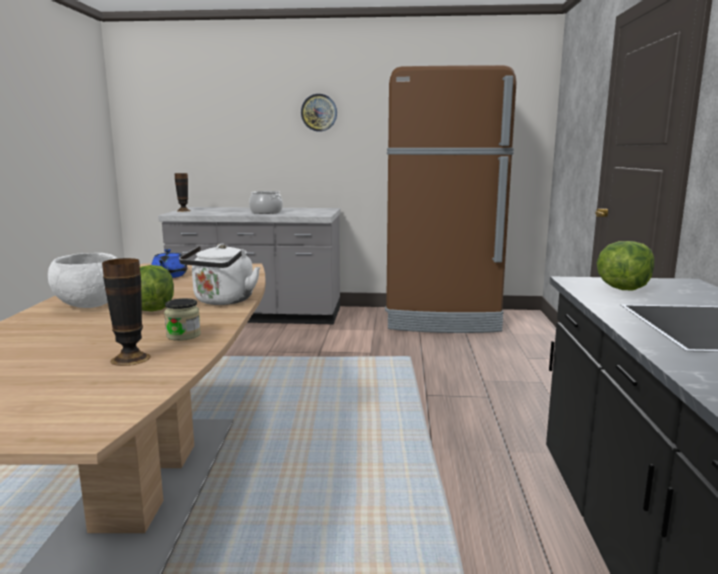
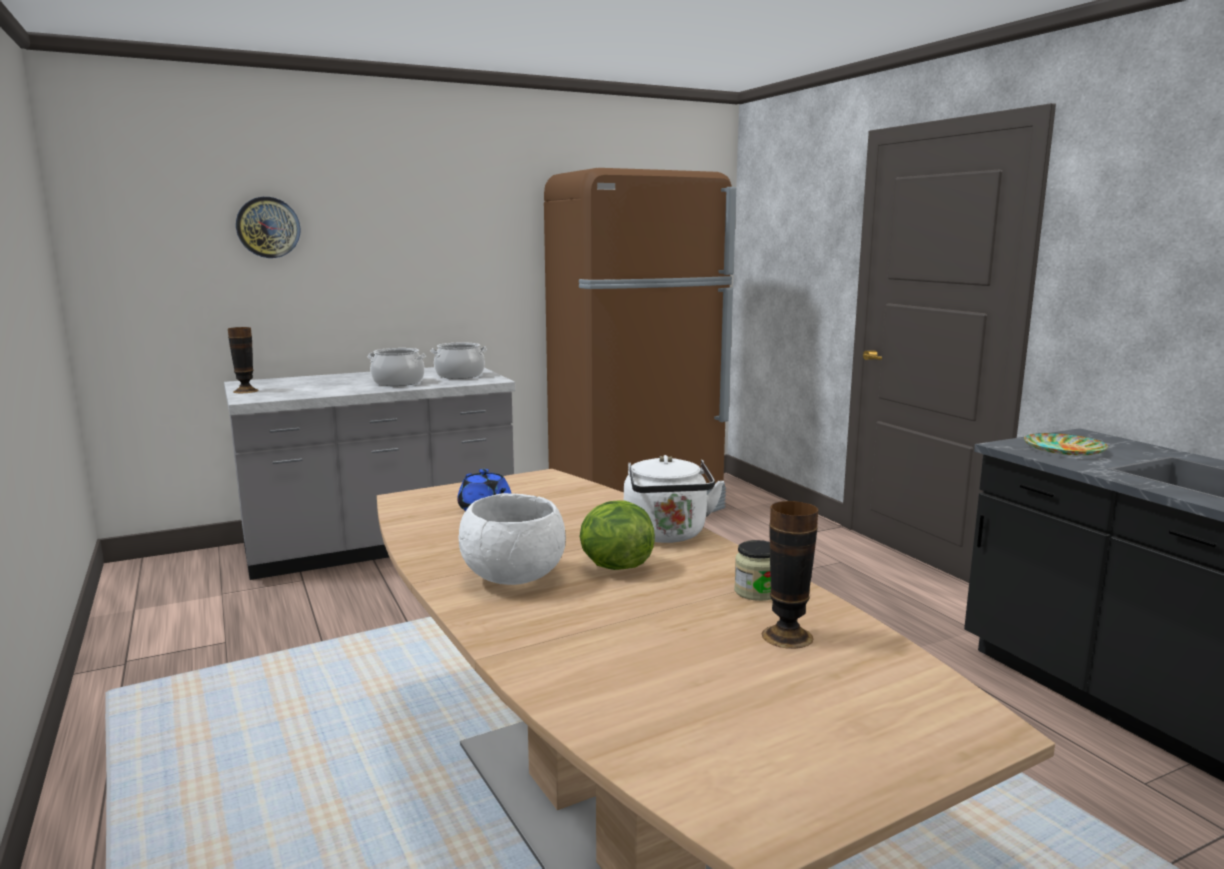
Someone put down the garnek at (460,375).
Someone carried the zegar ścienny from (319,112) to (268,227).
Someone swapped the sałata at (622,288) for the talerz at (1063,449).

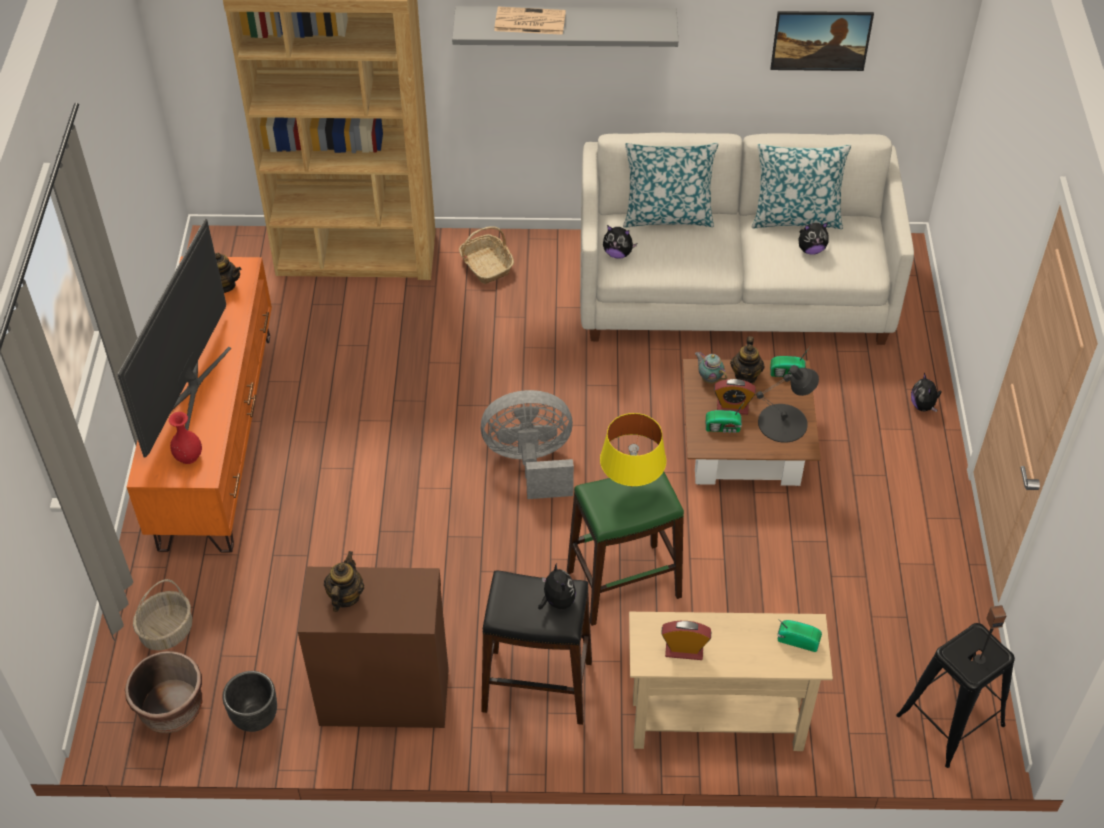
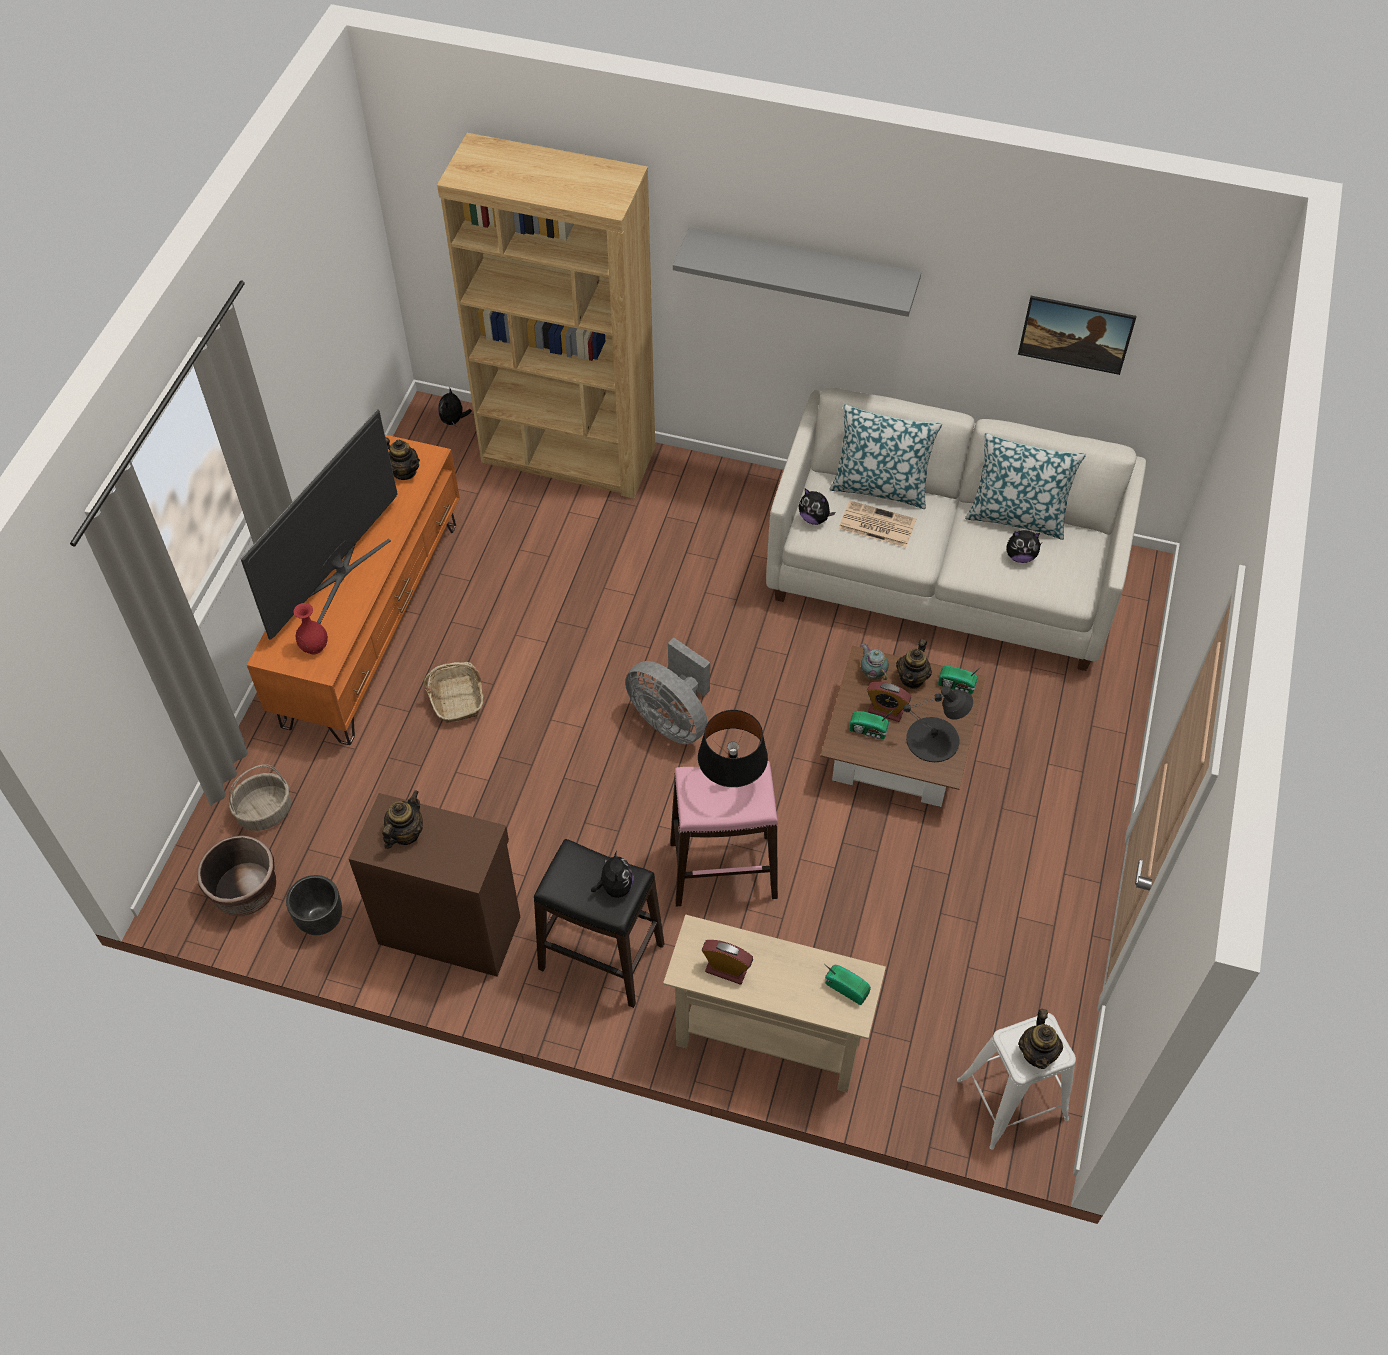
Someone carried the koszyk from (486,265) to (457,698).
Someone carried the gazeta from (529,22) to (876,525).
Someone carried the pluszak from (923,406) to (454,420).
Someone swapped the głośnik at (980,659) for the imbryk at (1037,1053).
Someone repainted the stołek (zielony) at (623,584), which became the stołek (różowy) at (722,870).
Someone repainted the lampa stołowa (żółty) at (631,486), which became the lampa stołowa (czarny) at (731,781).
Someone repainted the stołek (czarny) at (951,720), which became the stołek (biały) at (1013,1099).
Someone rotated the wentylator (szary) at (531,463) by 150 degrees counterclockwise.

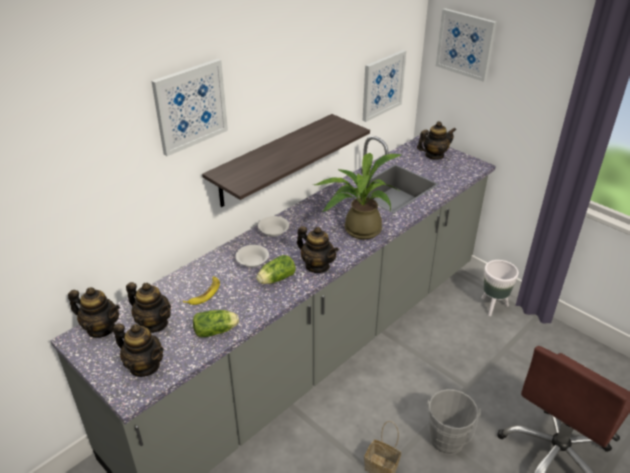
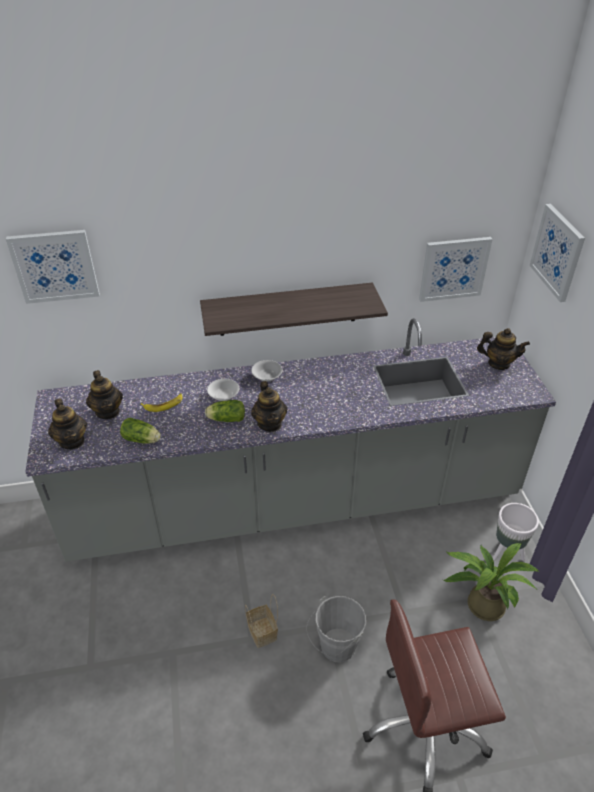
Someone took away the imbryk at (101,328).
Someone carried the obraz from (190,106) to (55,266).
Someone carried the roślina doniczkowa from (357,229) to (481,602).

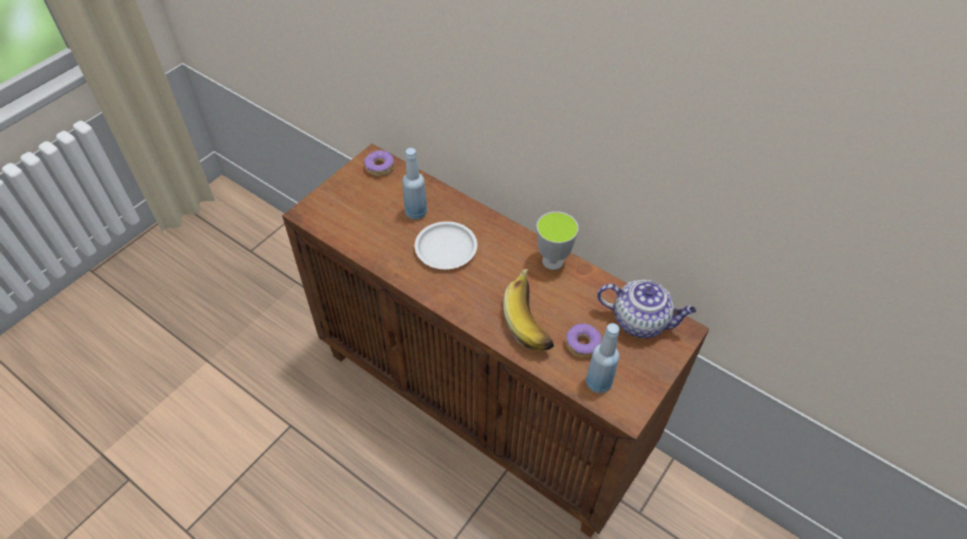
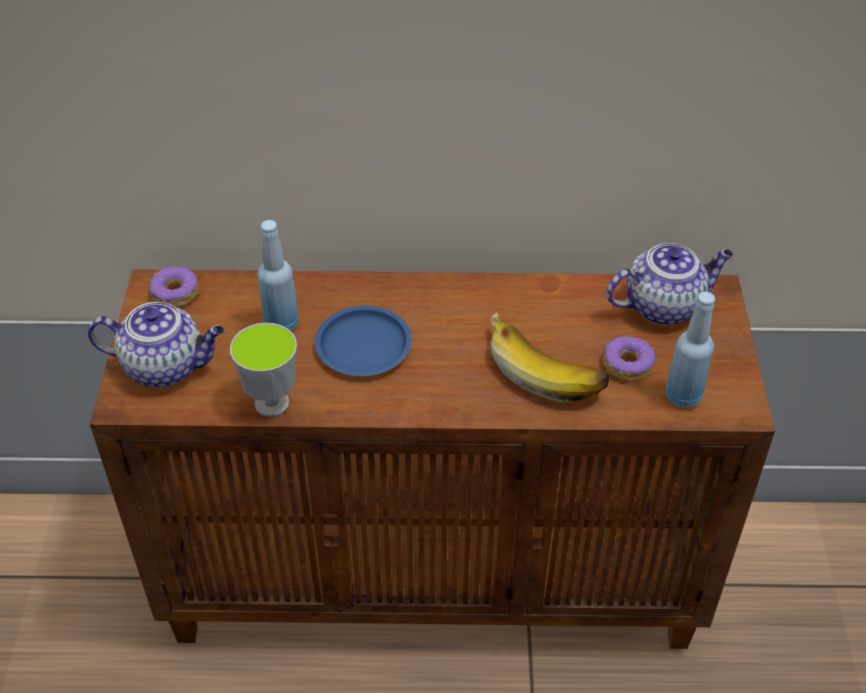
Someone put down the imbryk at (166,367).
Someone carried the filiżanka from (552,261) to (272,403).
Someone repainted the talerz (biały) at (446,248), which became the talerz (niebieski) at (364,346).

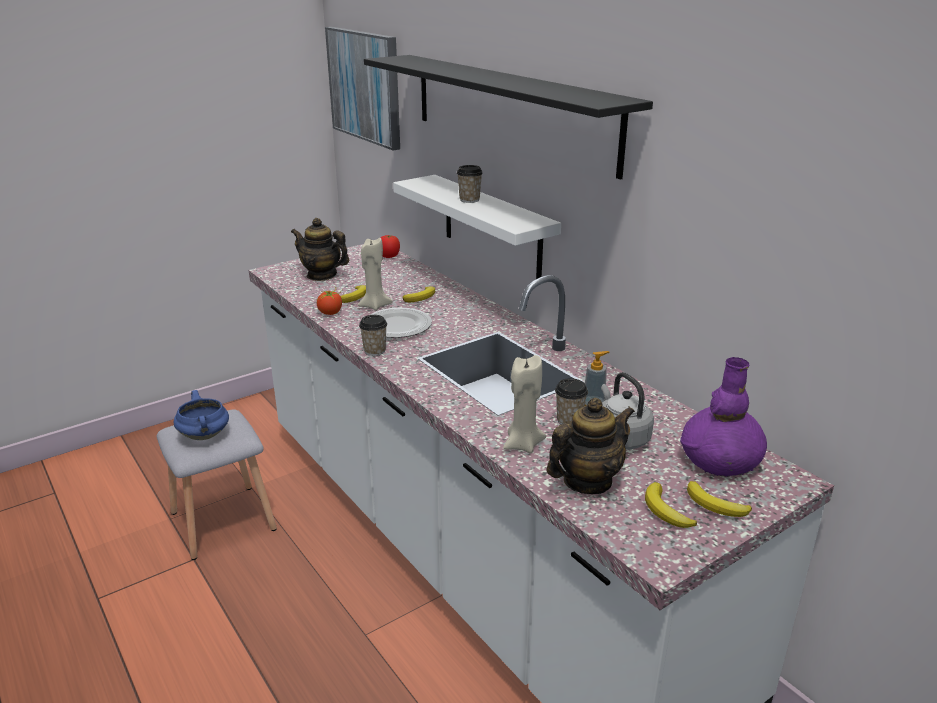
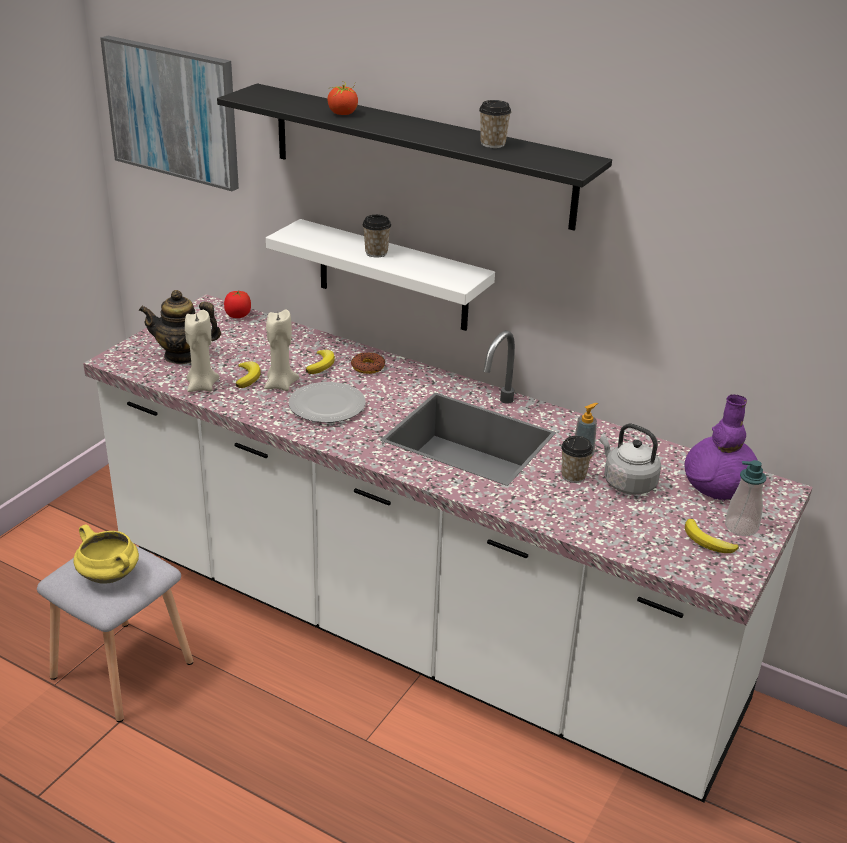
Someone took away the imbryk at (587,481).
Someone put down the donut at (368,367).
Someone carried the pomidor from (330,312) to (342,113).
Someone carried the filiżanka from (374,351) to (493,144).
Someone carried the świeca (beżowy) from (522,444) to (201,386).
Someone swapped the banan at (716,505) for the dozownik mydła at (741,527).
Someone repainted the garnek (niebieski) at (205,436), which became the garnek (żółty) at (110,576).

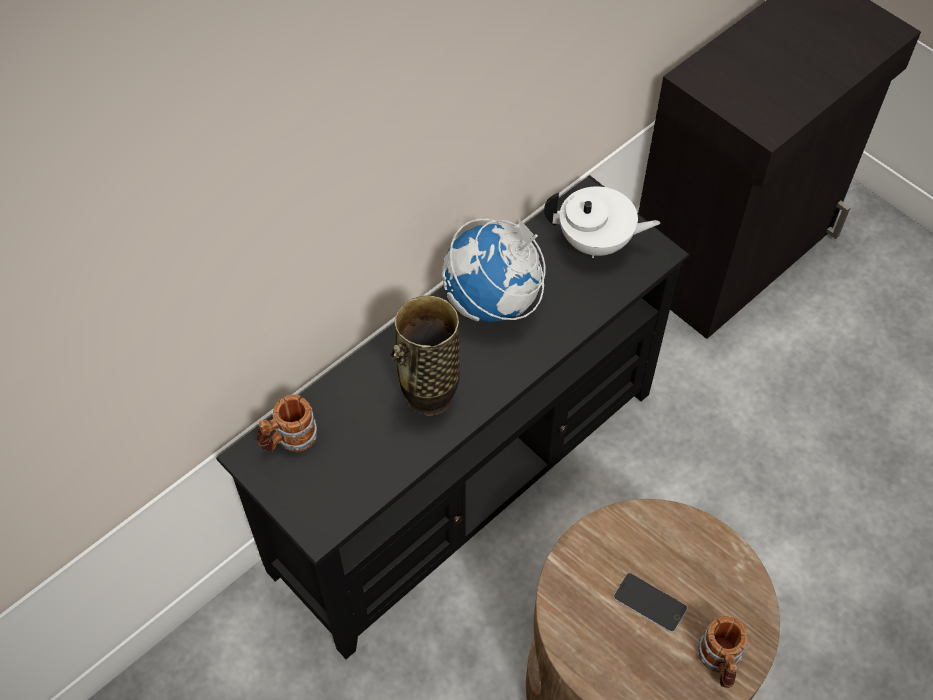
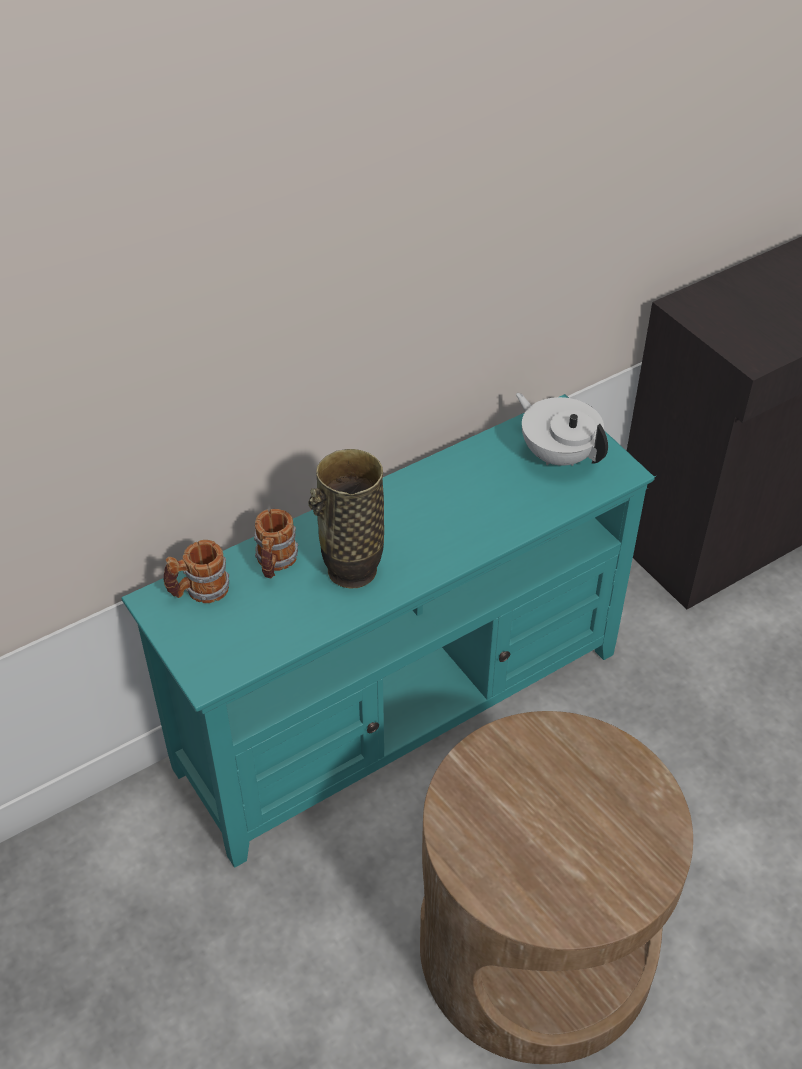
Someone took away the globus at (493,302).
Someone took away the telefon at (650,602).
Someone carried the kubek from (719,662) to (275,563).
Someone repainted the szafka pod telewizor (czarny) at (465,479), which became the szafka pod telewizor (turkusowy) at (399,709).
Someone rotated the imbryk (biały) at (596,242) by 150 degrees counterclockwise.

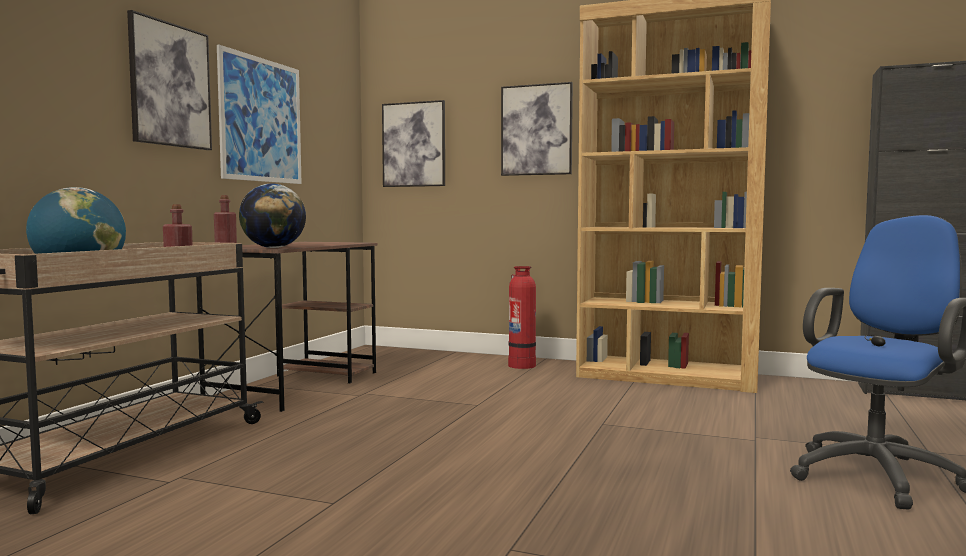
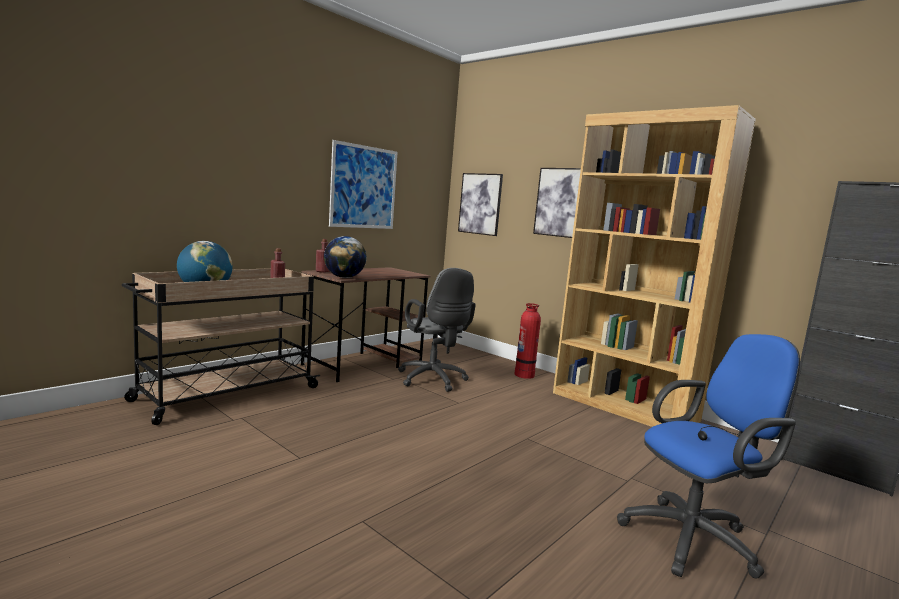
Someone took away the obraz at (170,85).
Someone put down the krzesło biurowe (szary) at (433,380).

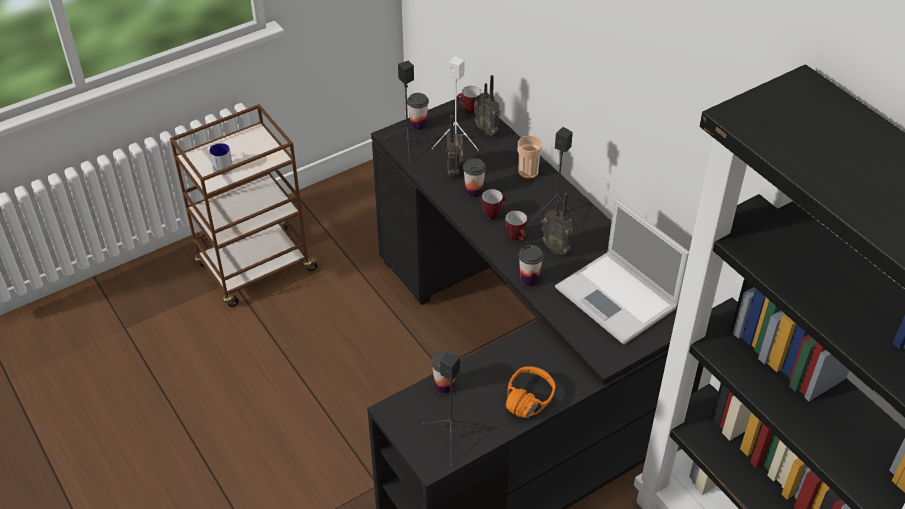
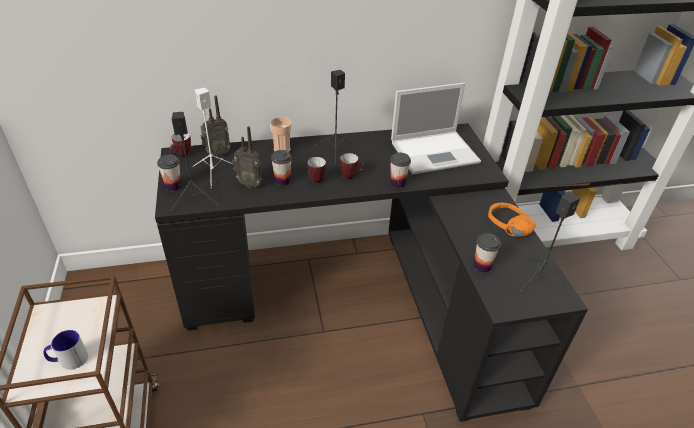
Someone took away the radio at (556,248).

